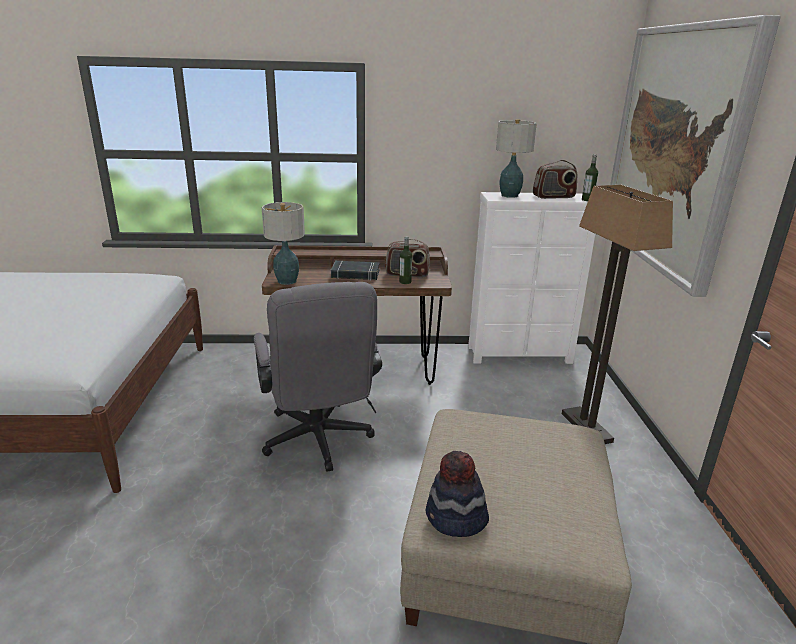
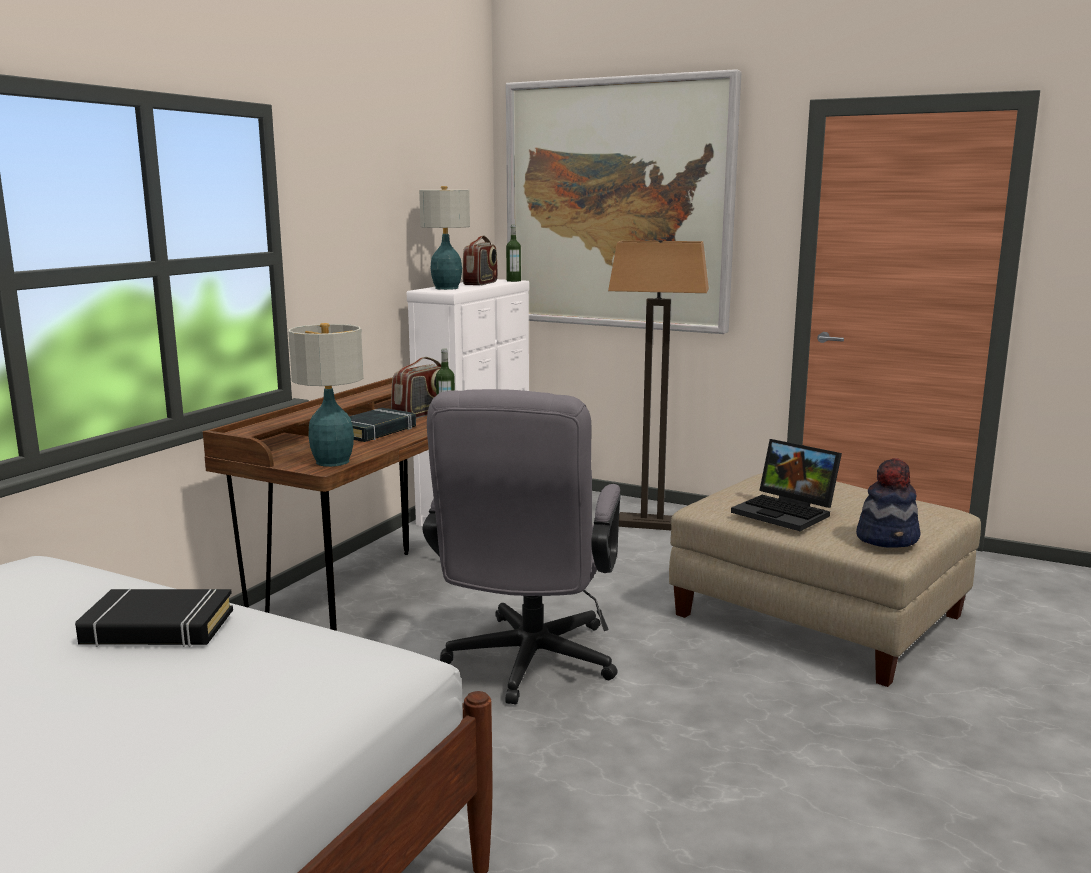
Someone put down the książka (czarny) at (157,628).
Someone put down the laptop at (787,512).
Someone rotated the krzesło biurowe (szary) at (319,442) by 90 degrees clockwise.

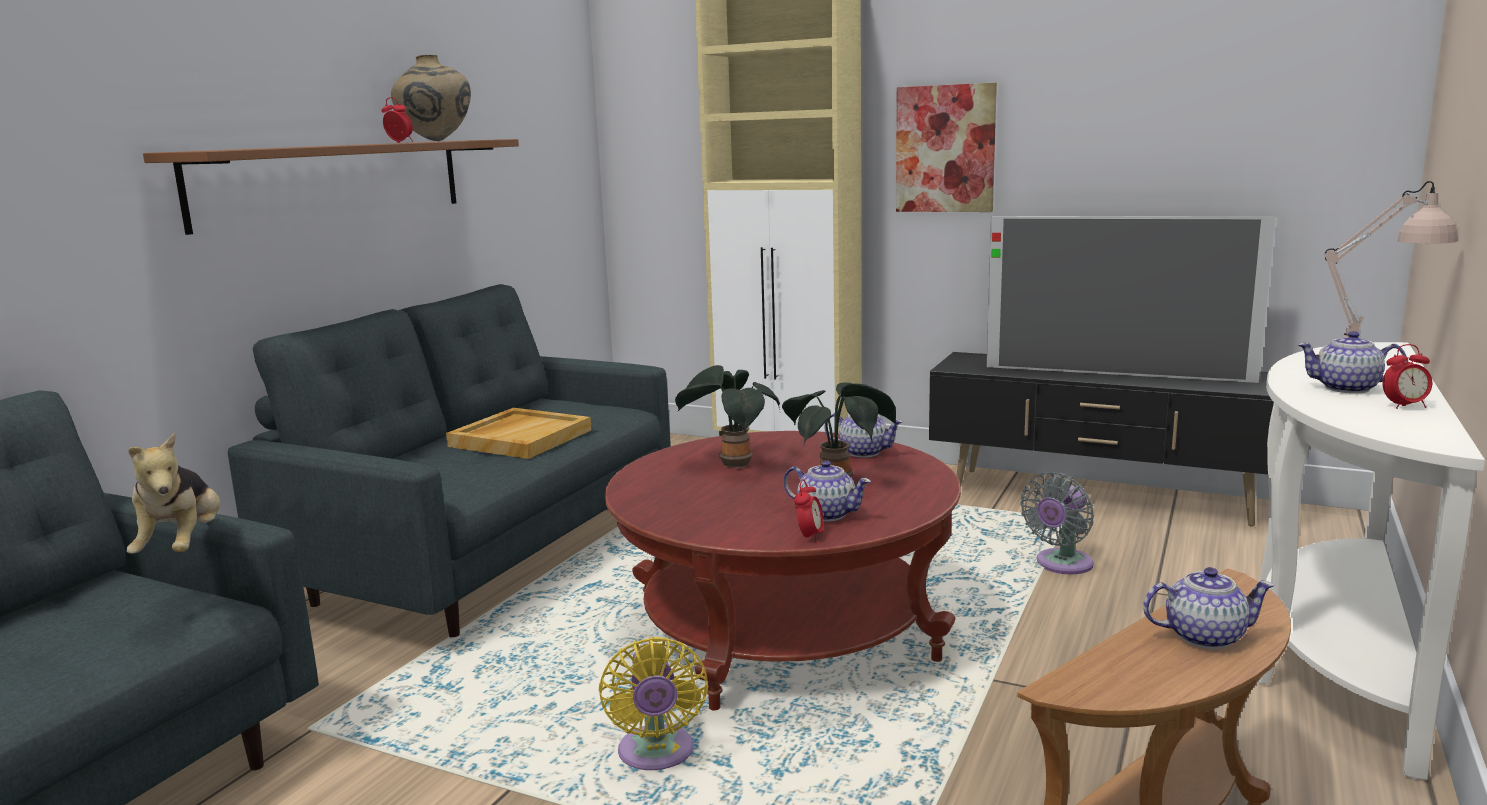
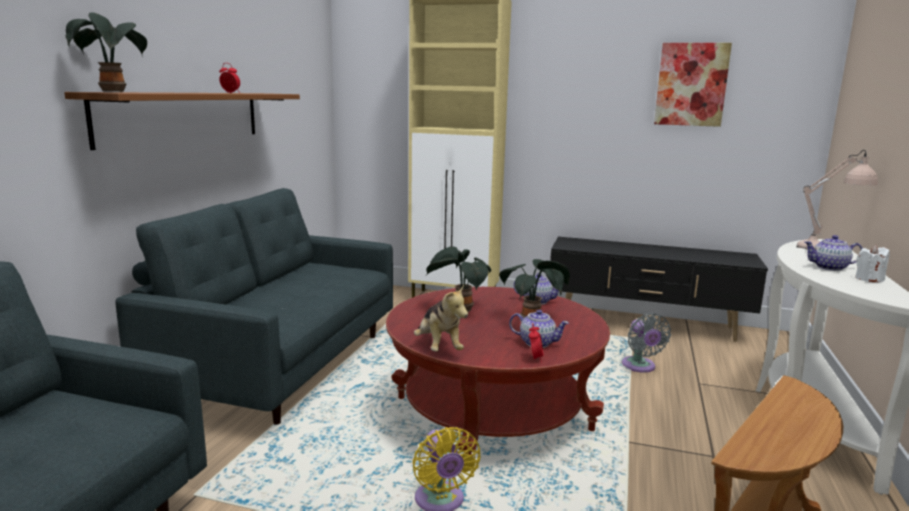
Someone took away the wazon (beżowy) at (436,141).
Someone took away the taca (beżowy) at (520,438).
Someone took away the telewizor at (1116,374).
Someone took away the imbryk at (1203,636).
Someone put down the roślina doniczkowa at (114,92).
Someone carried the pluszak from (183,547) to (438,347).
Someone carried the obraz from (945,149) to (691,84).
Someone swapped the budzik at (1404,406) for the świeca (biały) at (869,279).
Someone rotated the wentylator (szary) at (1061,565) by 45 degrees counterclockwise.

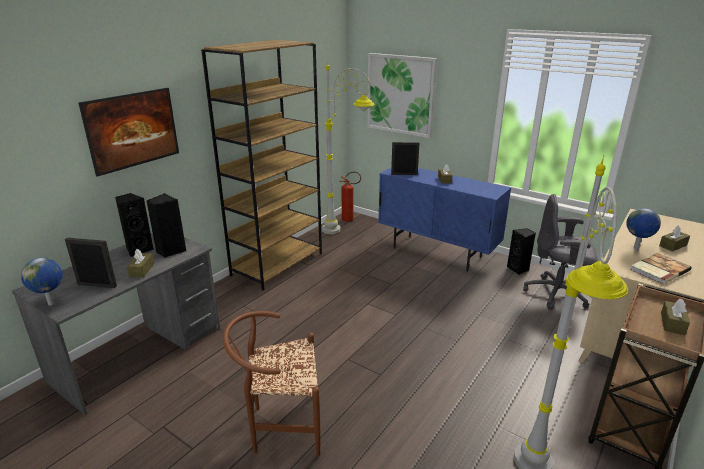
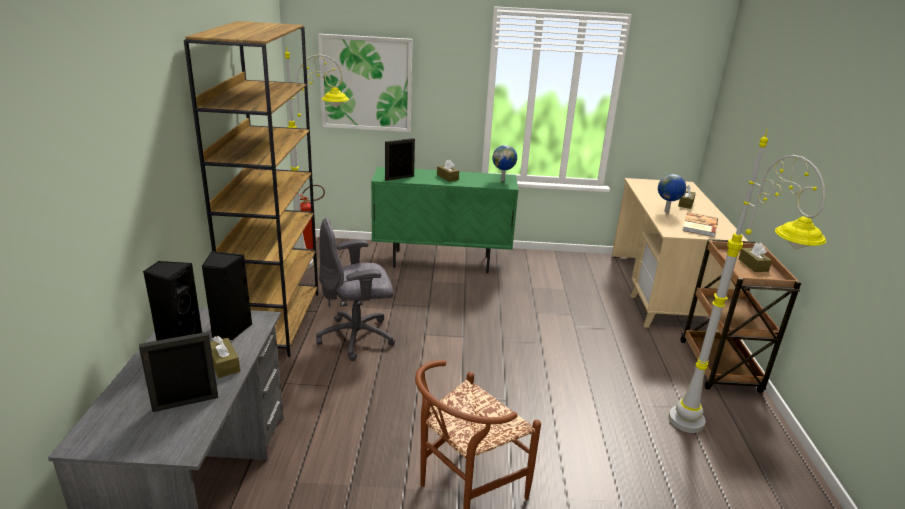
Someone took away the obraz at (136,147).
Someone took away the głośnik (czarny) at (518,269).
Someone carried the globus from (52,304) to (503,180).
Someone carried the krzesło biurowe (szary) from (557,294) to (357,337).
Someone repainted the szafka (niebieski) at (437,253), which became the szafka (zielony) at (442,261).

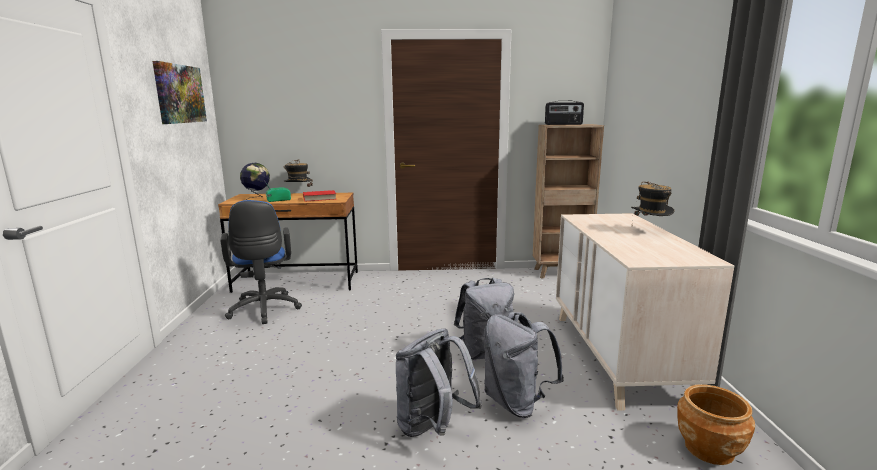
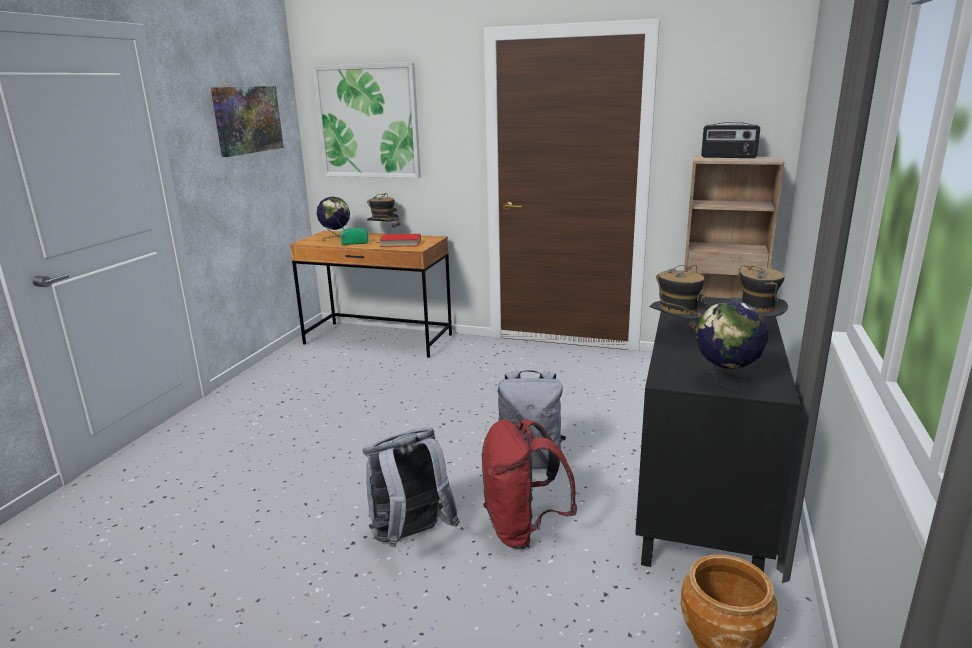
Someone took away the krzesło biurowe (niebieski) at (264,311).
Someone put up the obraz at (368,121).
Someone put down the kapelusz at (676,337).
Someone put down the globus at (726,382).
Someone repainted the plecak (szary) at (517,403), which became the plecak (czerwony) at (523,529).
Someone repainted the komoda (beżowy) at (618,356), which became the komoda (czarny) at (701,497).

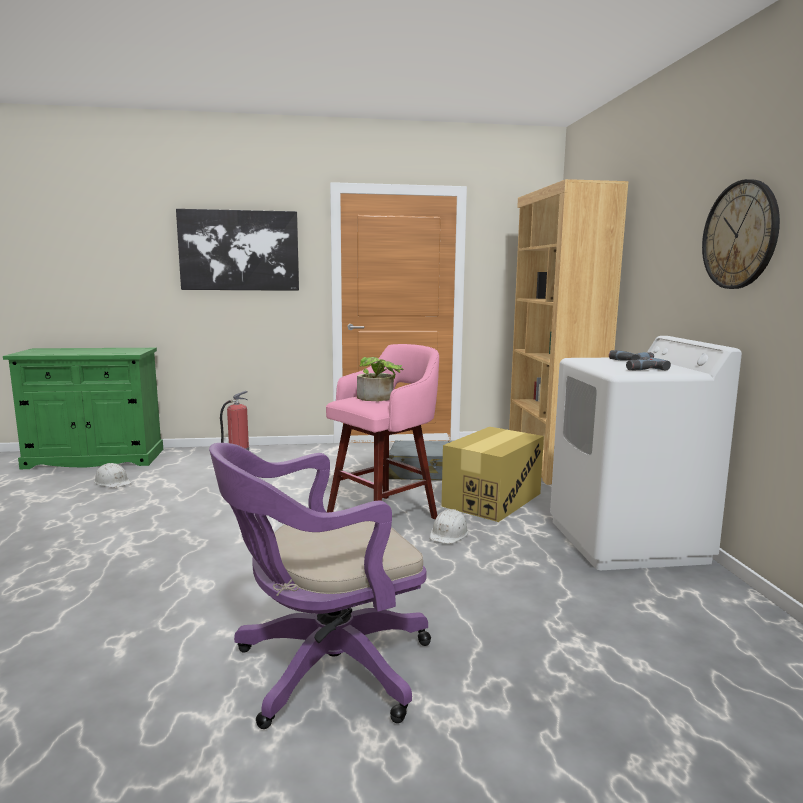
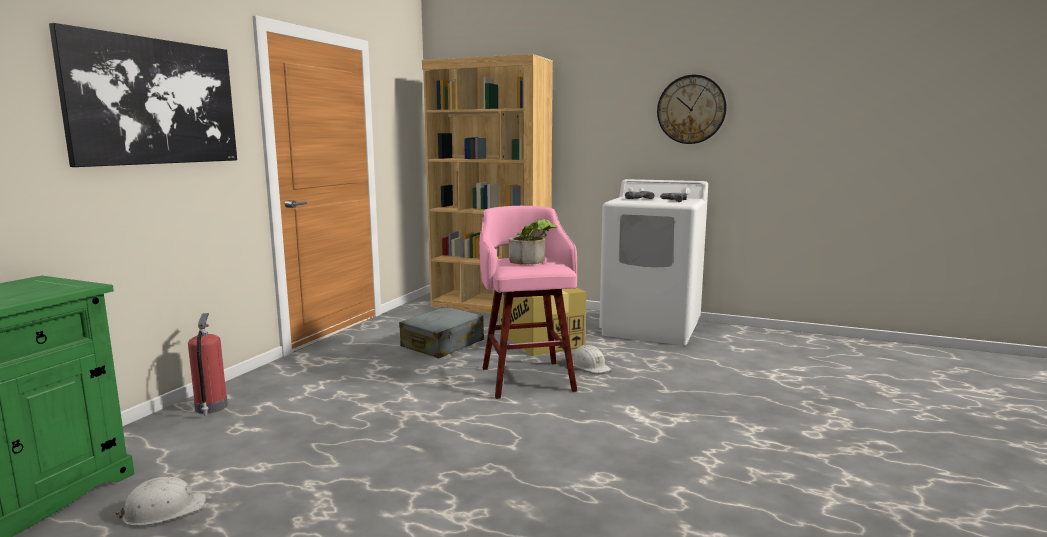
Someone took away the krzesło biurowe (fioletowy) at (323,669).

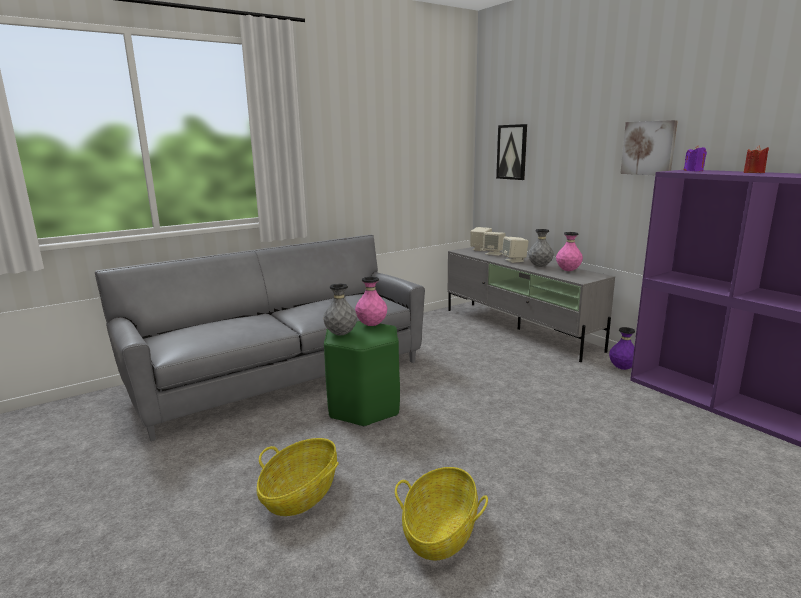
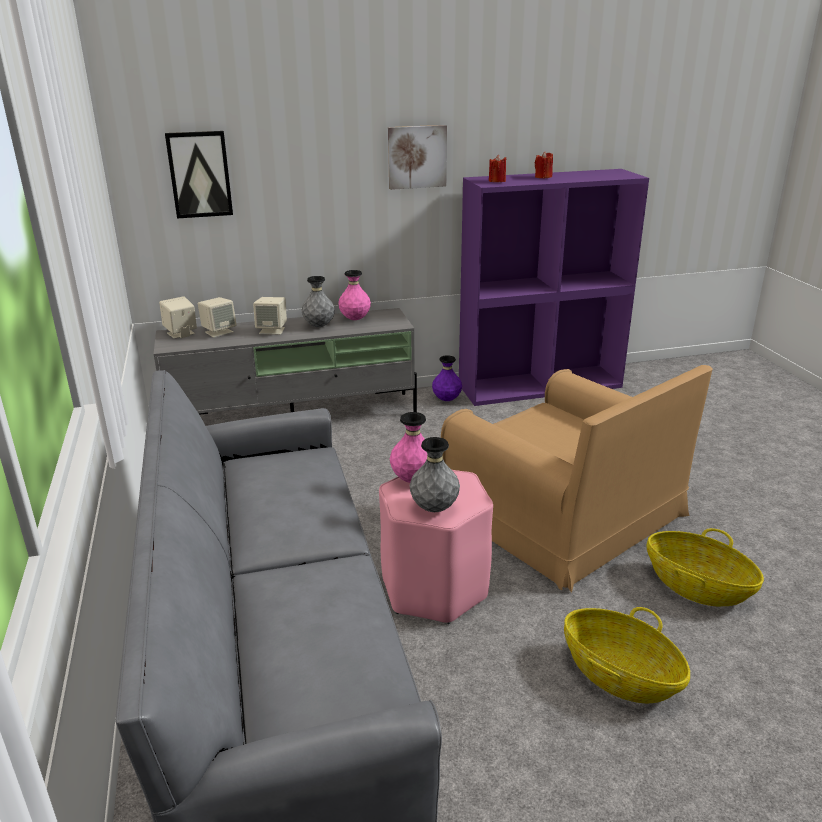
Someone put down the fotel (brązowy) at (564,513).
Someone repainted the stołek (zielony) at (364,408), which became the stołek (różowy) at (435,588).
Someone repainted the świeca (fioletowy) at (693,171), which became the świeca (czerwony) at (497,181).

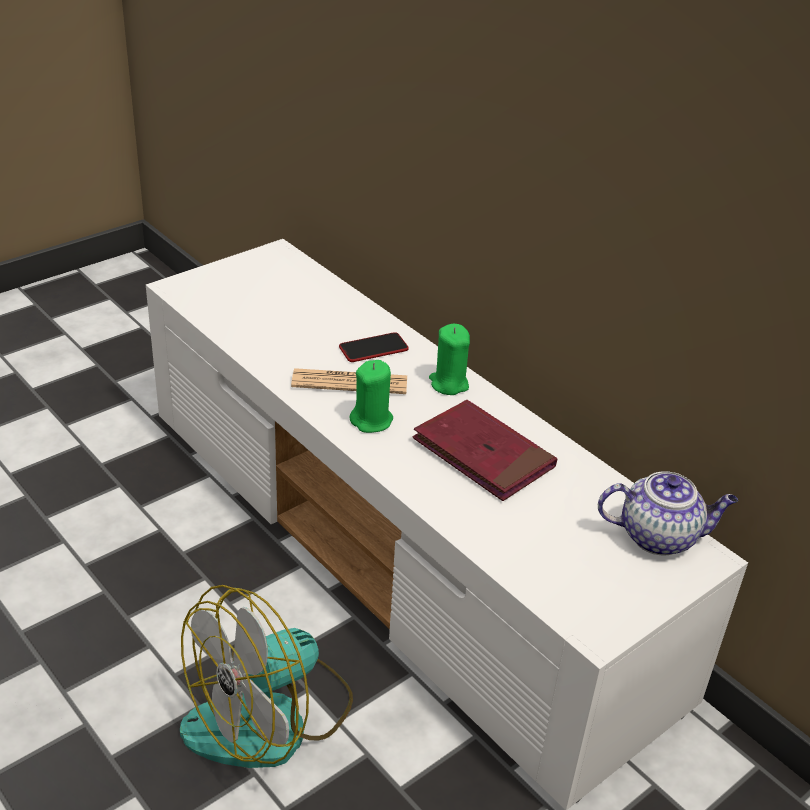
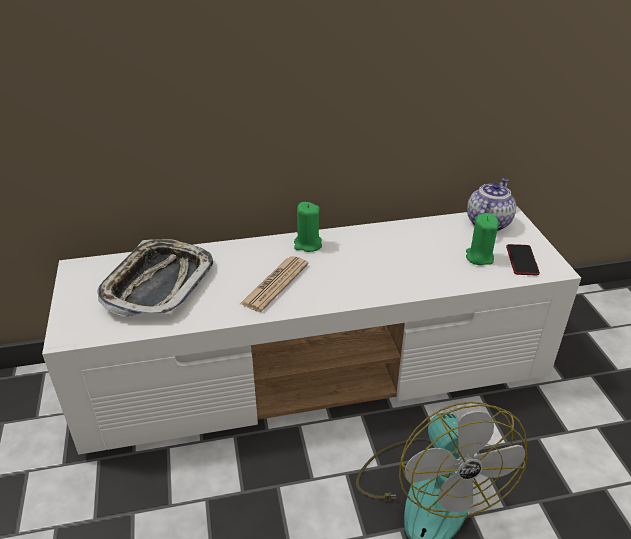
Someone took away the książka (czerwony) at (483,454).
Someone put down the taca at (158,283).
Someone carried the telefon from (373,348) to (522,260).
Someone carried the świeca (zielony) from (372,421) to (479,257).

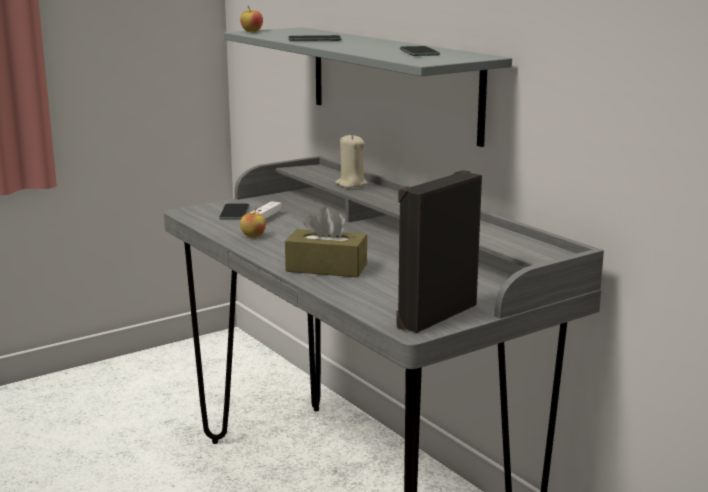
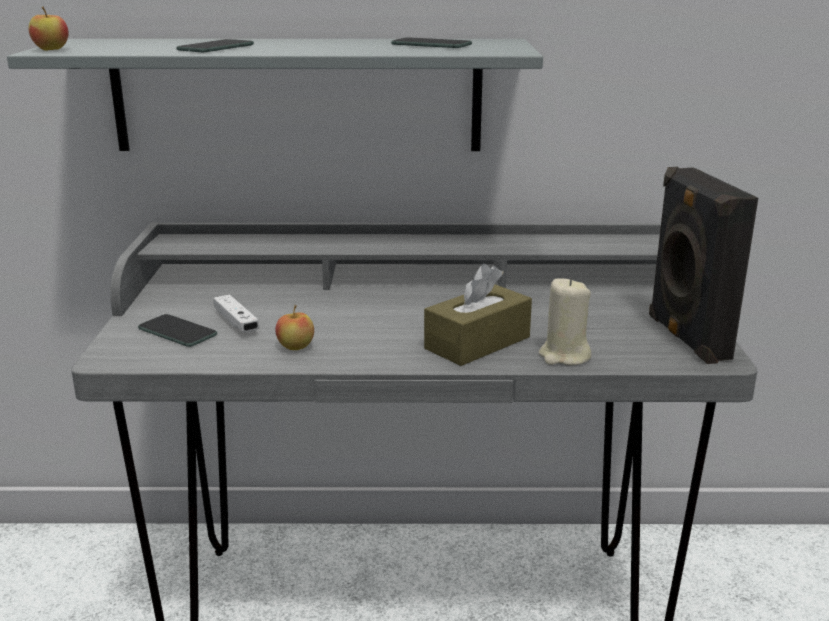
Someone carried the świeca (beżowy) from (351,184) to (564,356).

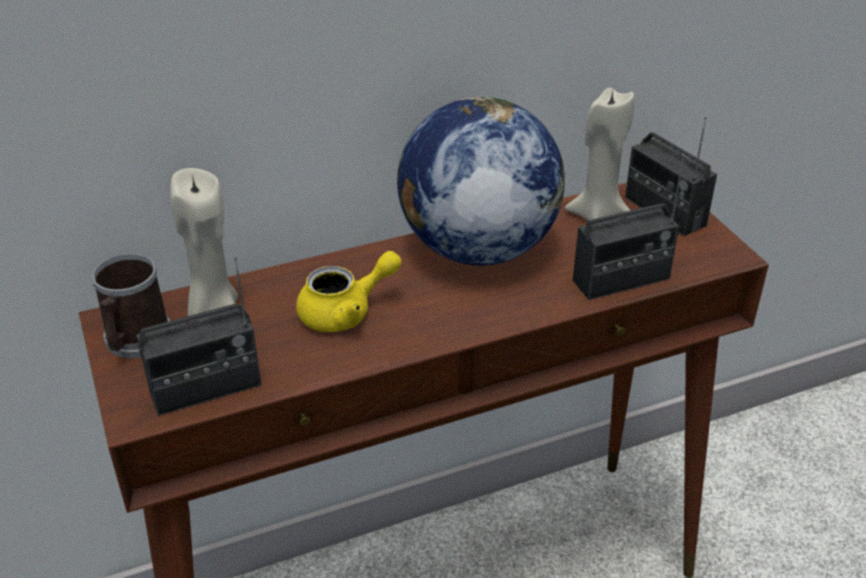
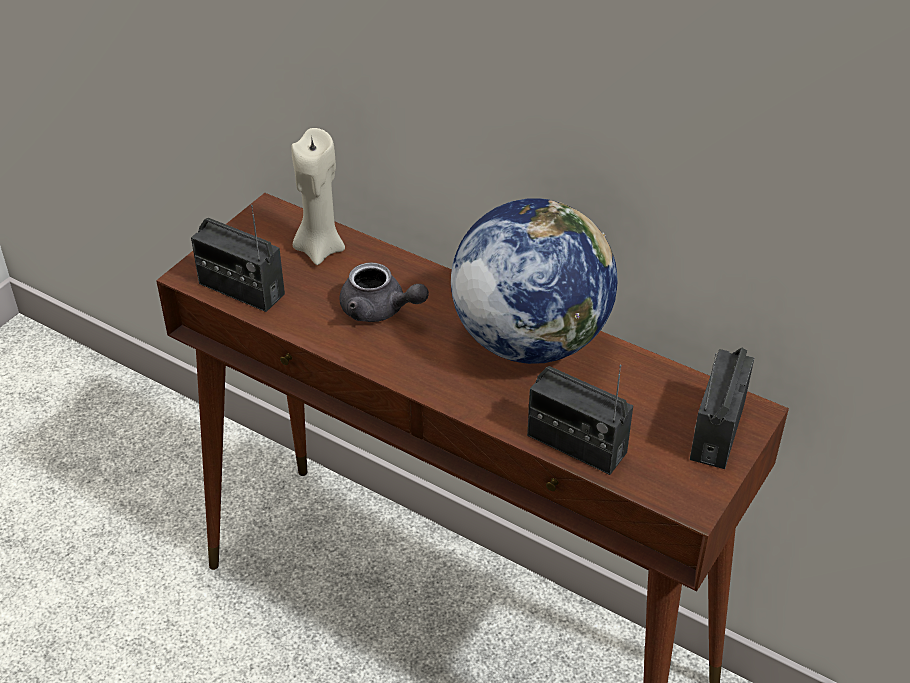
Someone took away the kubek at (135,341).
Someone took away the świeca (beżowy) at (598,215).
Someone repainted the imbryk (żółty) at (346,312), which became the imbryk (szary) at (380,310).

